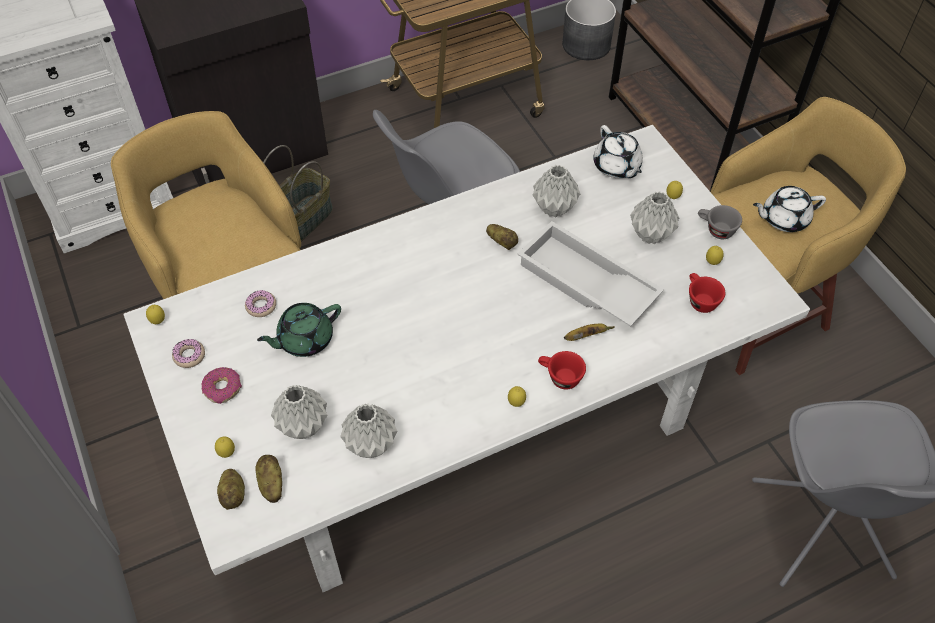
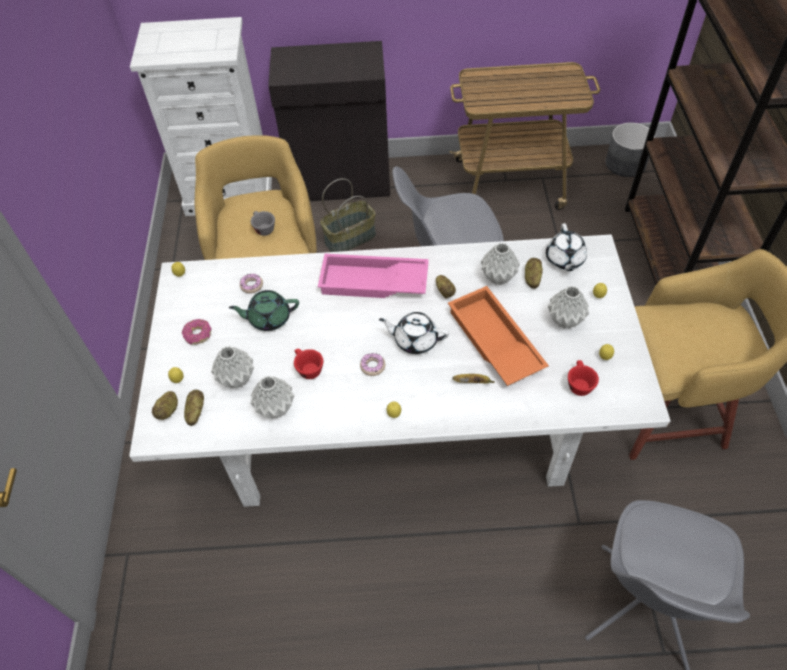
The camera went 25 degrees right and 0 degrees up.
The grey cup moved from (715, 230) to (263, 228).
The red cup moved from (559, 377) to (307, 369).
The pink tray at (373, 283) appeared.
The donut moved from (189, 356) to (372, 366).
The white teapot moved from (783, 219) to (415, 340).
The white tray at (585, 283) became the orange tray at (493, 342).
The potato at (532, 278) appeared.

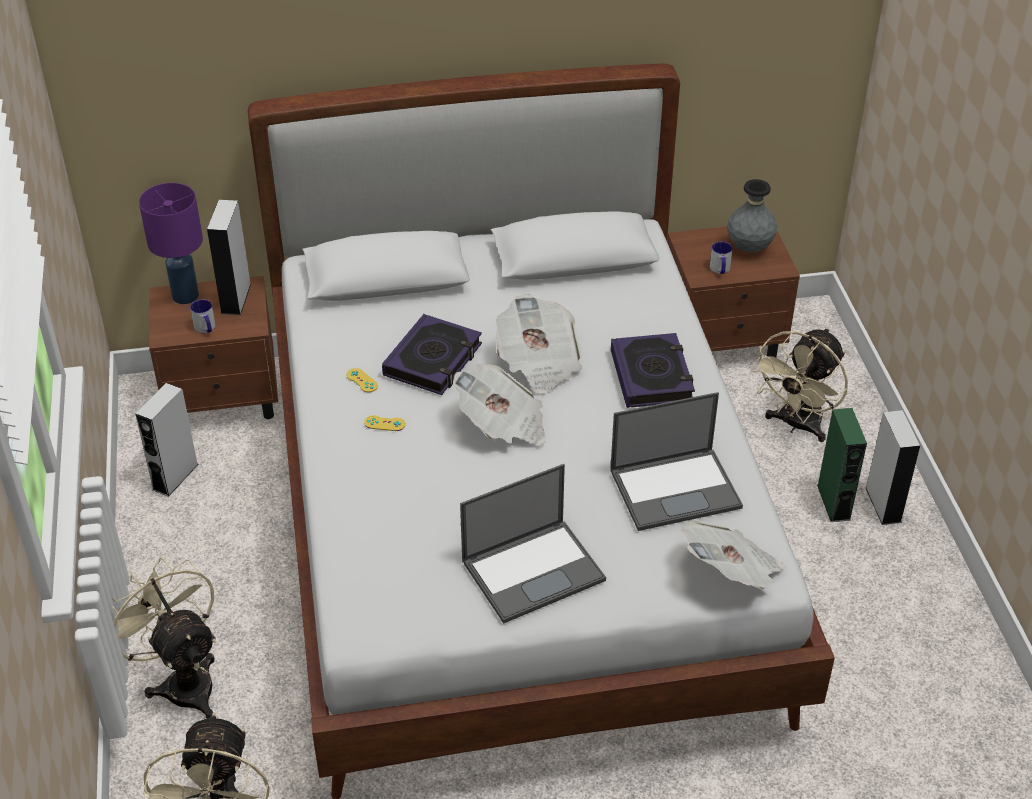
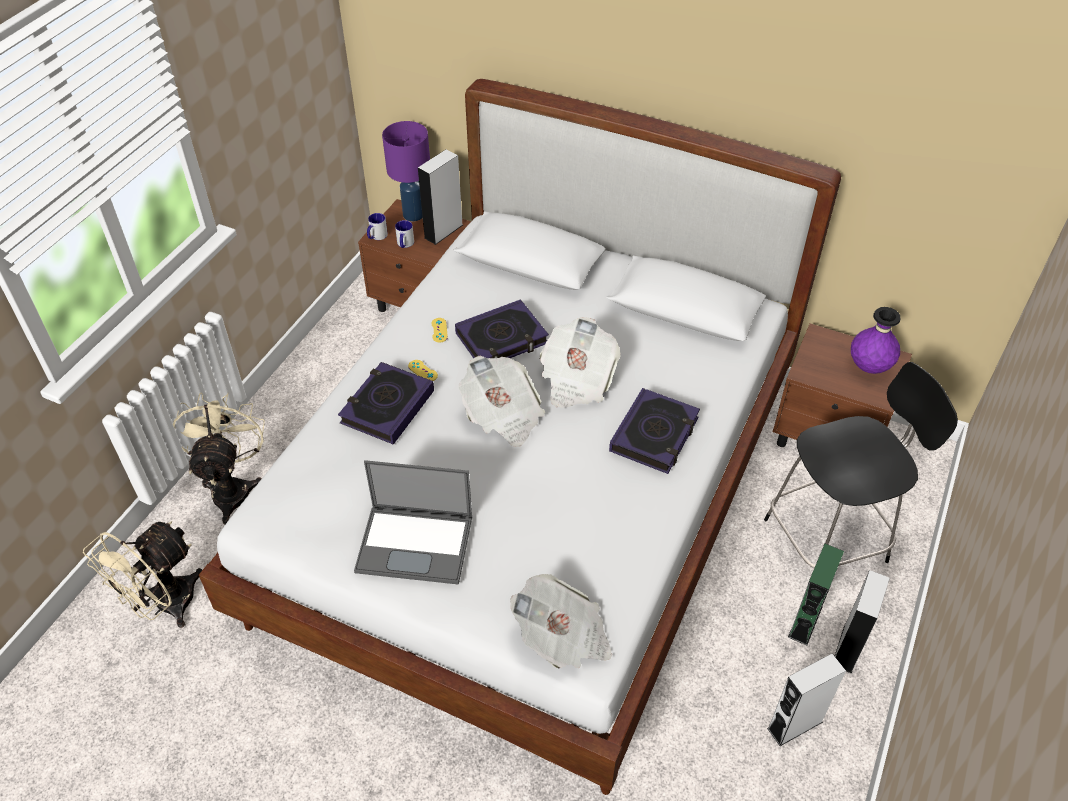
The camera went 35 degrees right and 5 degrees up.
The book at (387, 407) appeared.
The mug moved from (720, 270) to (376, 236).
The beige fan at (796, 425) was replaced by the black chair at (829, 539).
The grey speaker moved from (175, 477) to (794, 725).
The grey vase at (749, 248) became the purple vase at (869, 367).
The laptop at (676, 488) disappeared.

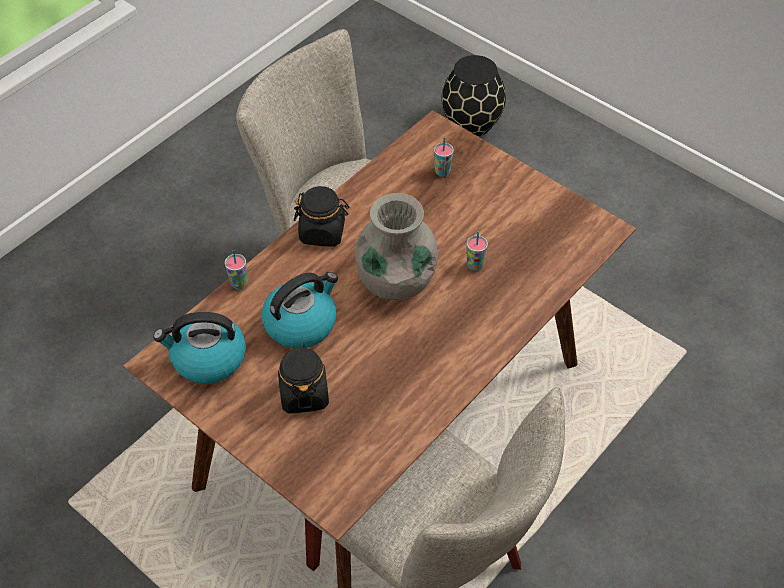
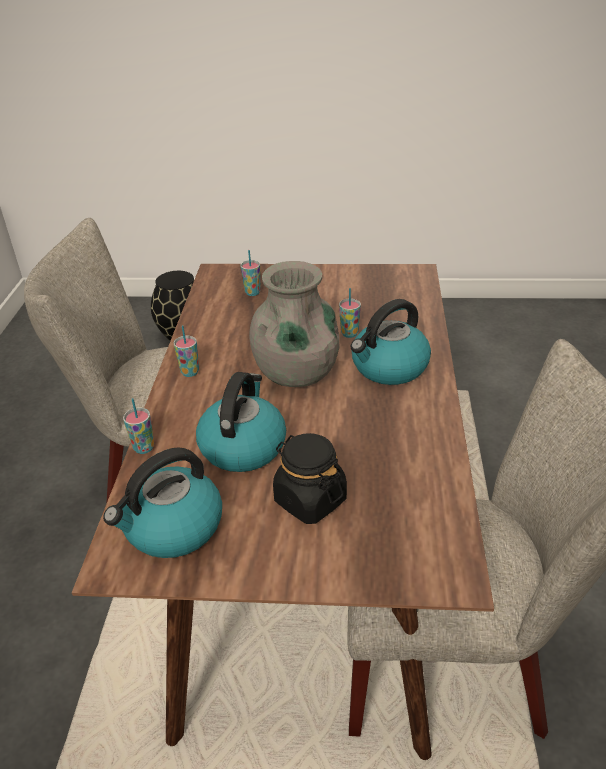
The camera went 35 degrees left and 15 degrees down.
The black jar at (322, 232) was replaced by the cup at (190, 372).
The kettle at (389, 367) appeared.

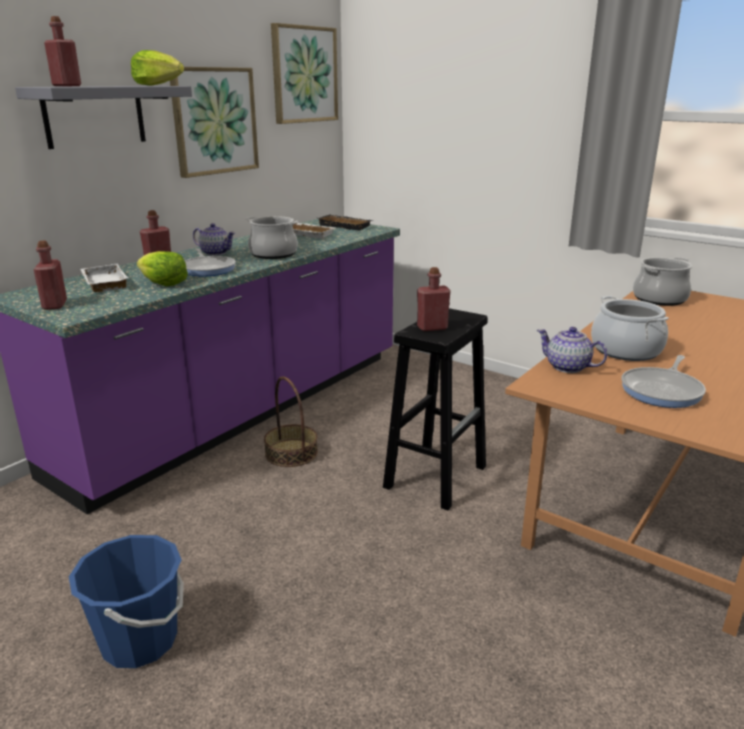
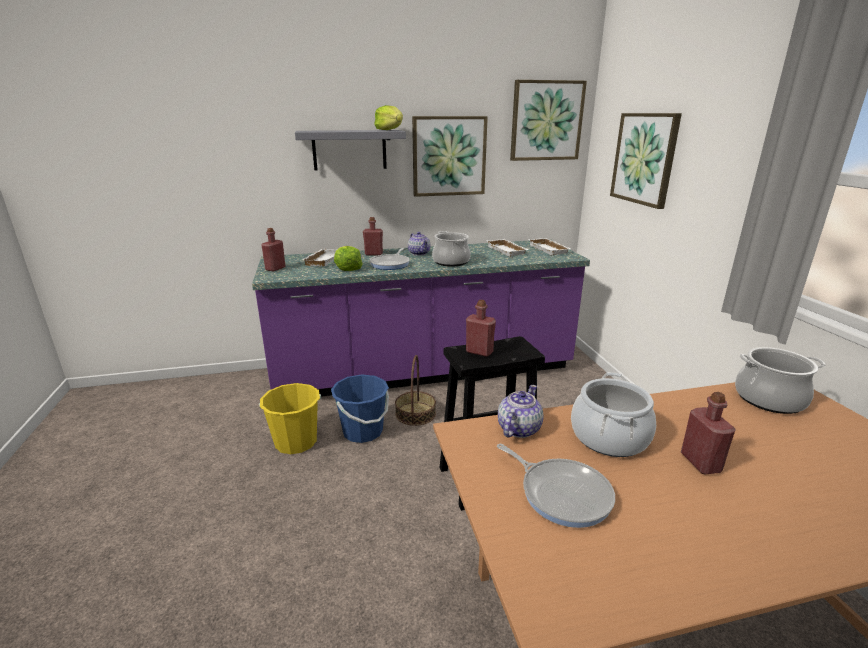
The camera went 40 degrees right and 0 degrees up.
The yellow bucket at (296, 442) appeared.
The blue bucket moved from (140, 641) to (363, 431).
The frying pan at (663, 390) turned 120 degrees counterclockwise.
The teapot at (568, 367) turned 45 degrees clockwise.
The black tray at (346, 226) became the white tray at (550, 249).
The picture at (644, 159) appeared.
The red bottle moved from (66, 86) to (700, 463).

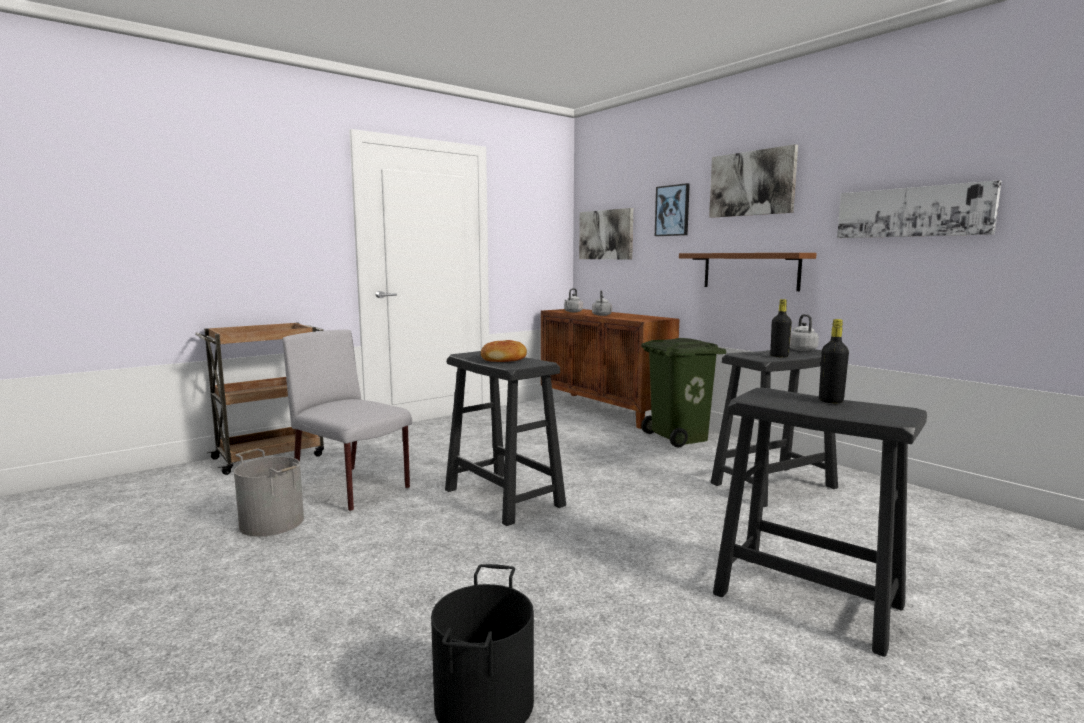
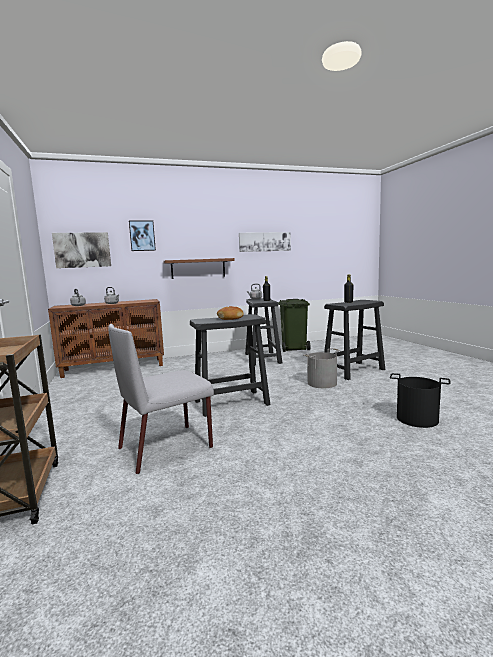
The camera went 70 degrees left and 0 degrees up.
The green trash can moved from (680, 437) to (294, 348).
The grey bucket moved from (273, 522) to (321, 383).
The picture at (752, 183) disappeared.

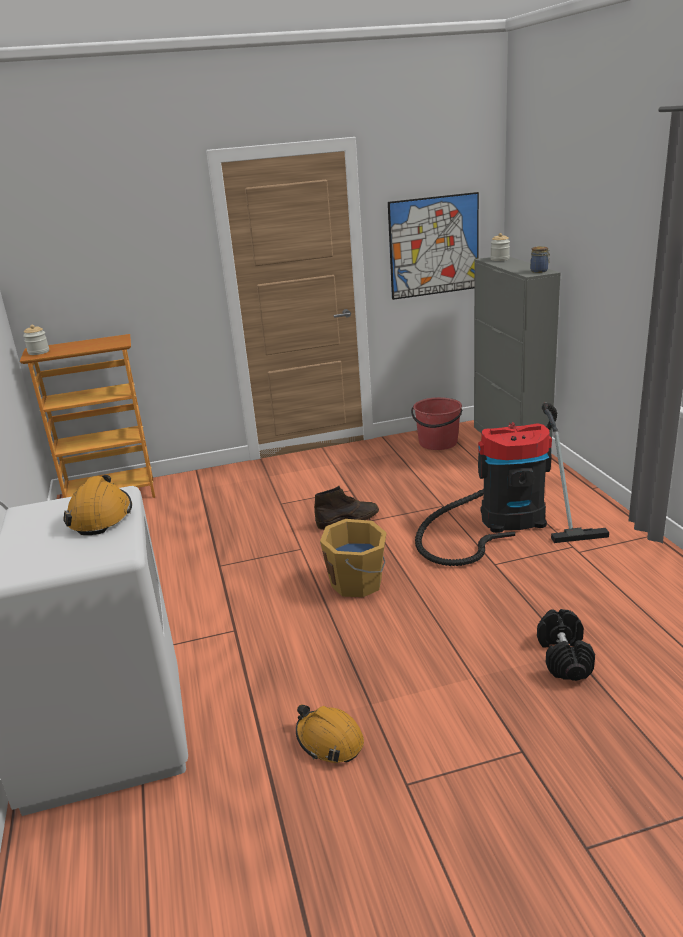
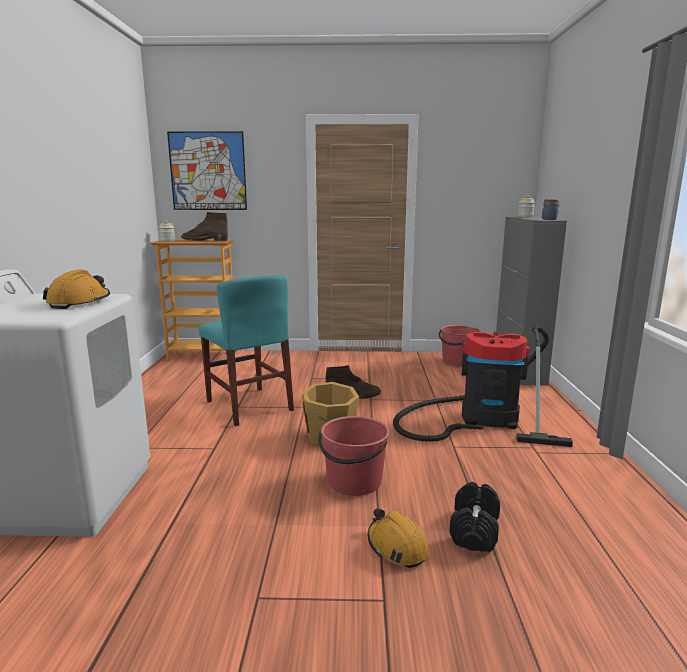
The camera went 15 degrees right and 10 degrees down.
The picture moved from (434, 246) to (208, 171).
The brown boot at (204, 240) appeared.
The turquoise chair at (249, 405) appeared.
The red bucket at (354, 482) appeared.
The orange hard hat moved from (329, 741) to (397, 546).

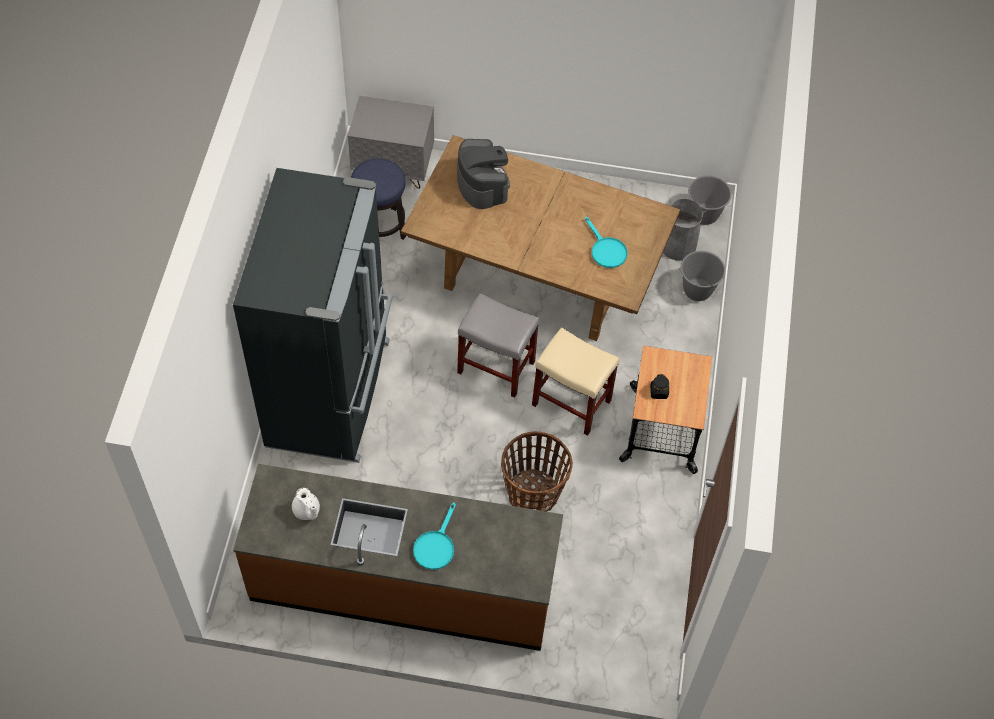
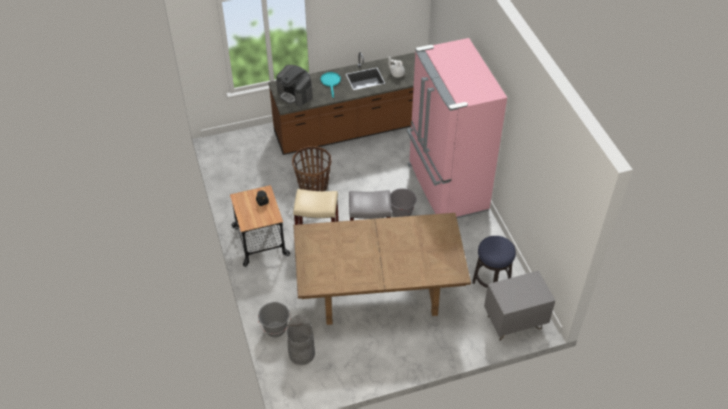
The camera went 155 degrees right and 10 degrees down.
The coffee machine moved from (482, 184) to (295, 94).
The grey bucket moved from (704, 214) to (401, 214).
The black fridge at (331, 392) became the pink fridge at (445, 188).
The turquoise frying pan at (606, 250) disappeared.

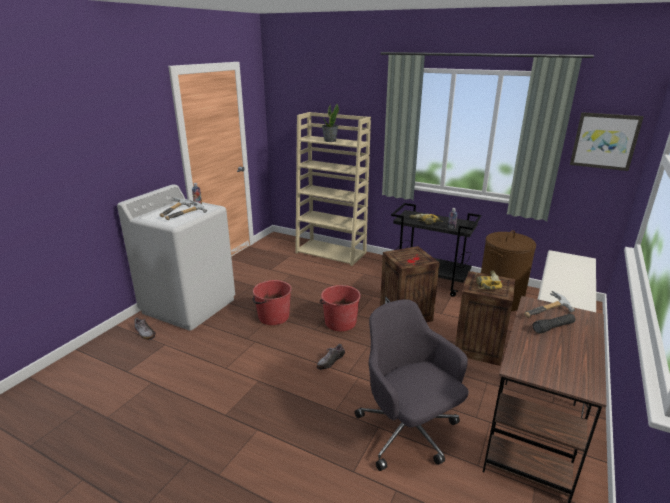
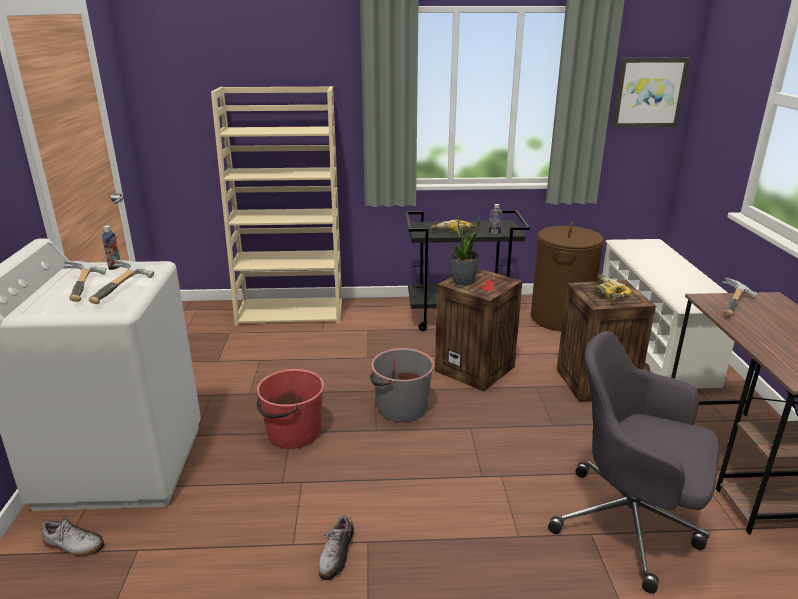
The camera went 30 degrees left and 0 degrees up.
The shoe moved from (330, 361) to (336, 555).
The red bucket at (340, 322) became the grey bucket at (401, 408).
The potted plant moved from (330, 141) to (463, 281).
The black flashlight at (553, 328) disappeared.

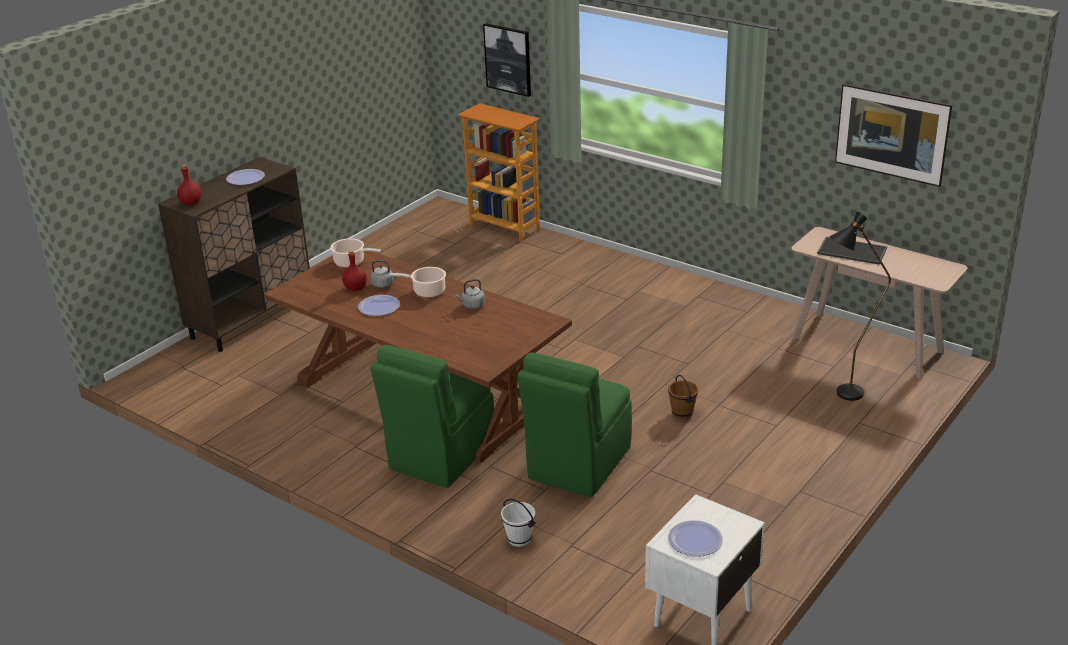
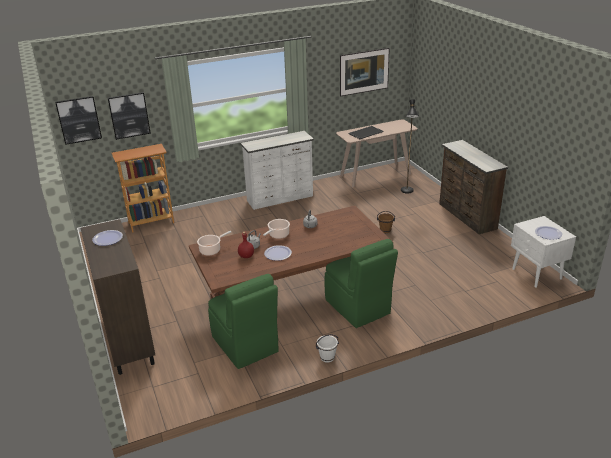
The camera went 60 degrees left and 0 degrees up.
The picture at (79, 119) appeared.
The green chair moved from (578, 464) to (245, 345).
The white dresser at (280, 198) appeared.
The white bucket moved from (519, 539) to (327, 357).
The brown dresser at (466, 216) appeared.
The red bottle at (190, 203) disappeared.

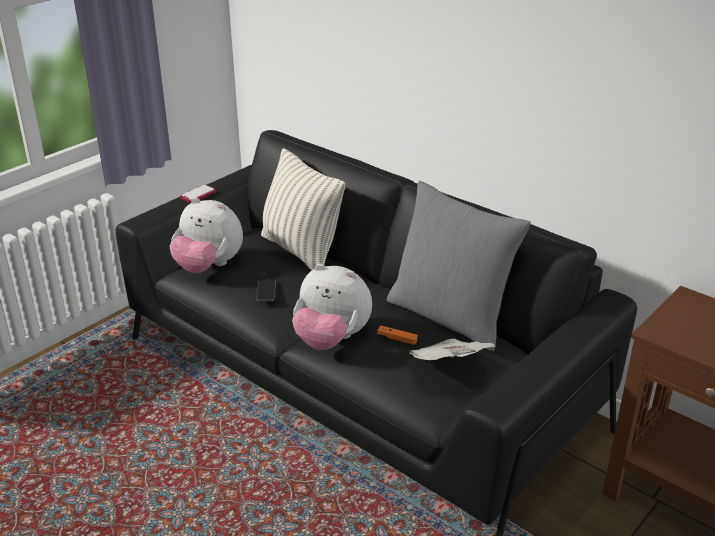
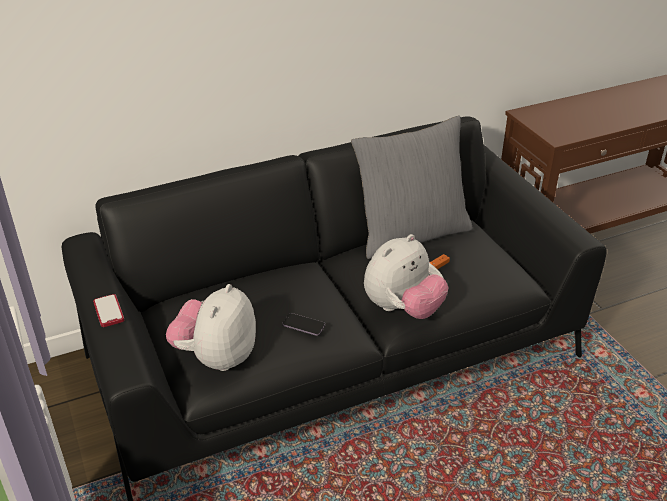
The camera went 65 degrees left and 5 degrees up.
The plush toy at (208, 266) turned 150 degrees clockwise.
The pillow at (301, 251) disappeared.
The newspaper at (449, 367) disappeared.

